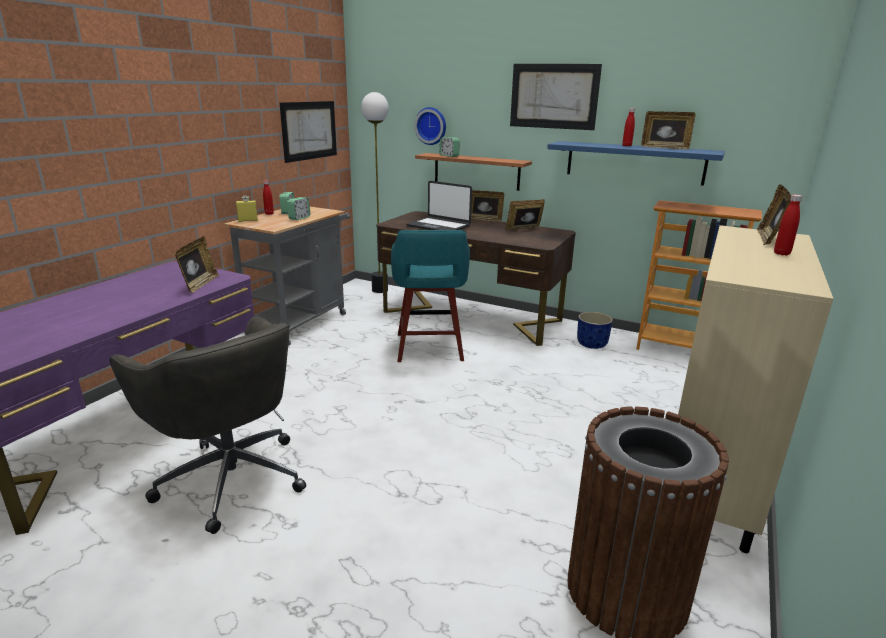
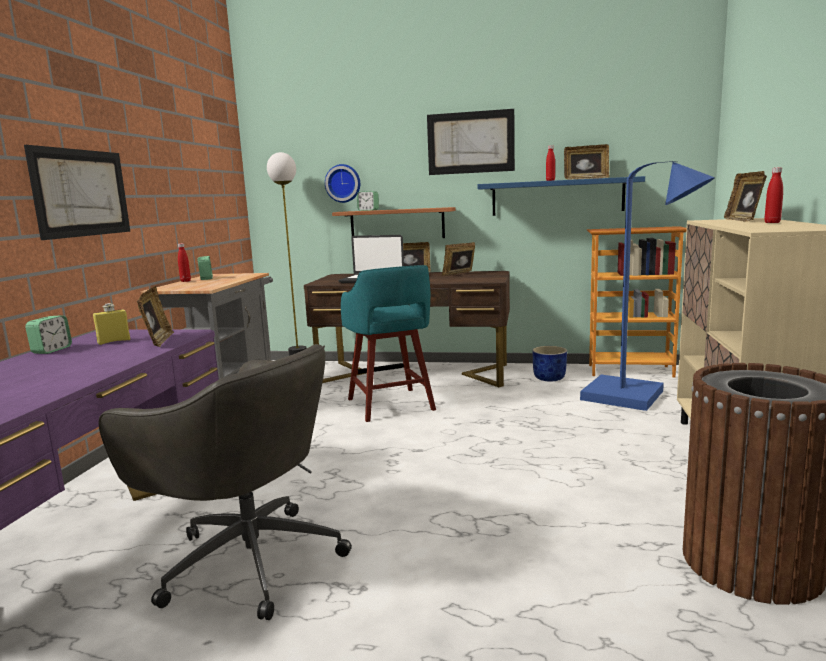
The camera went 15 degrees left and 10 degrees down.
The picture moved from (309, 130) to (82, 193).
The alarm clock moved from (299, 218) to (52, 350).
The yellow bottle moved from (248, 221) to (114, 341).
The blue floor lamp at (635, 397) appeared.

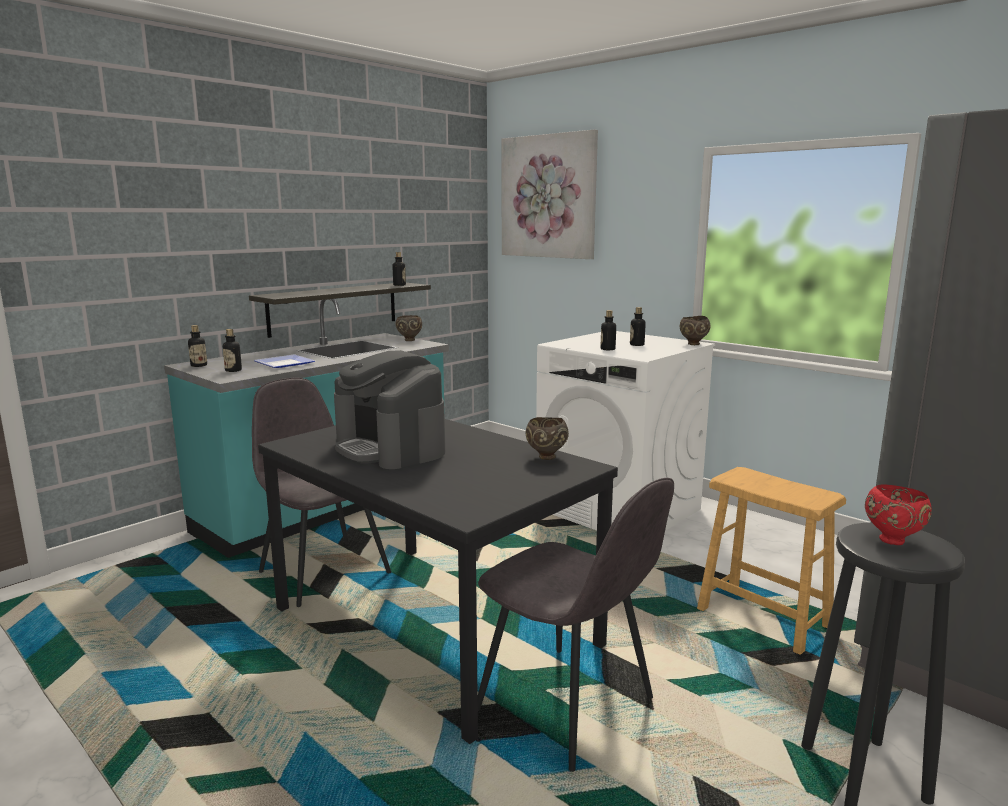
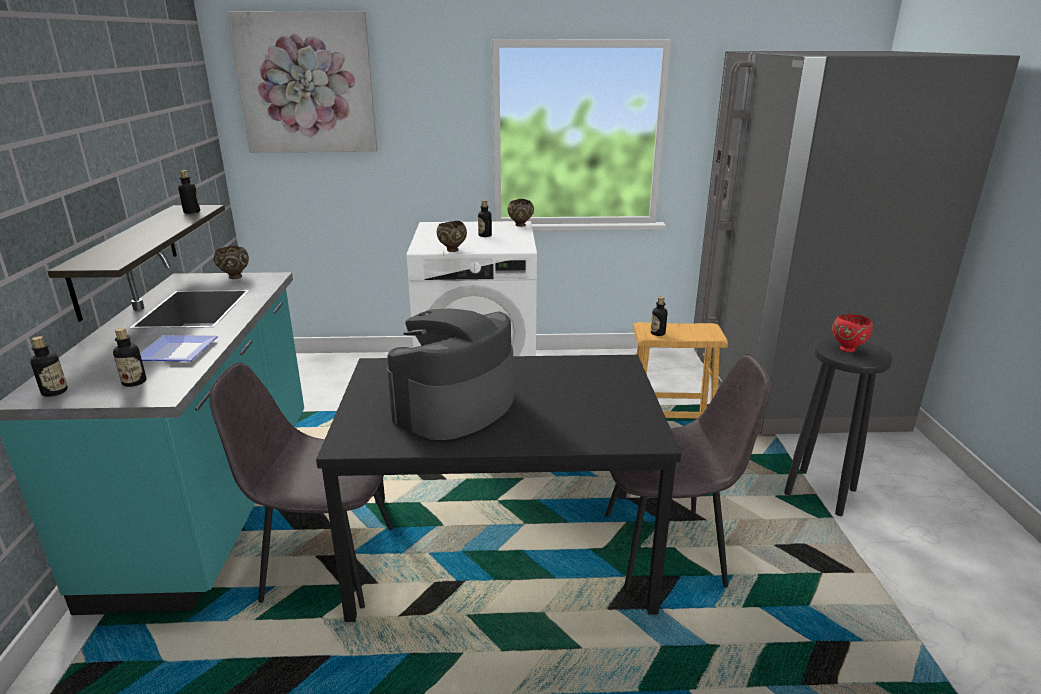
The camera went 45 degrees left and 10 degrees up.
The coffee machine at (390, 448) turned 120 degrees clockwise.
The brown bowl moved from (546, 457) to (452, 250).
The bottle moved from (607, 349) to (657, 333).

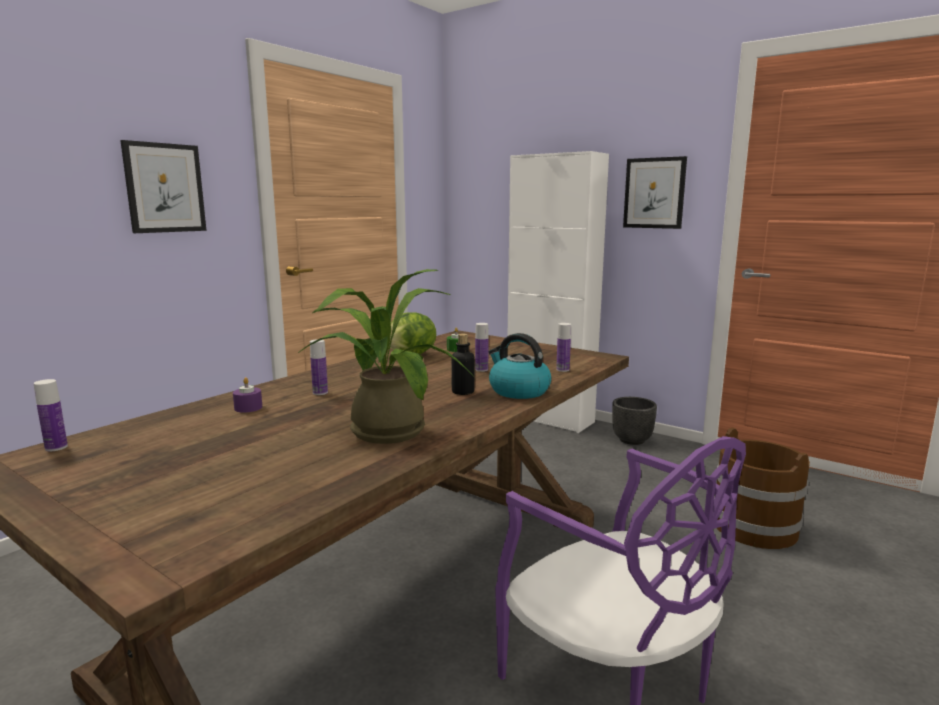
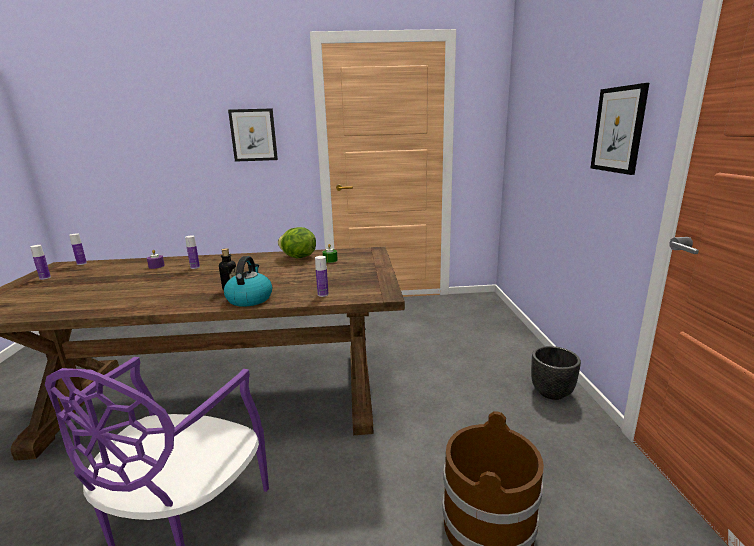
The camera went 50 degrees right and 5 degrees up.
The bottle moved from (481, 369) to (45, 278).
The potted plant at (383, 429) disappeared.
The white cabinet at (549, 419) disappeared.

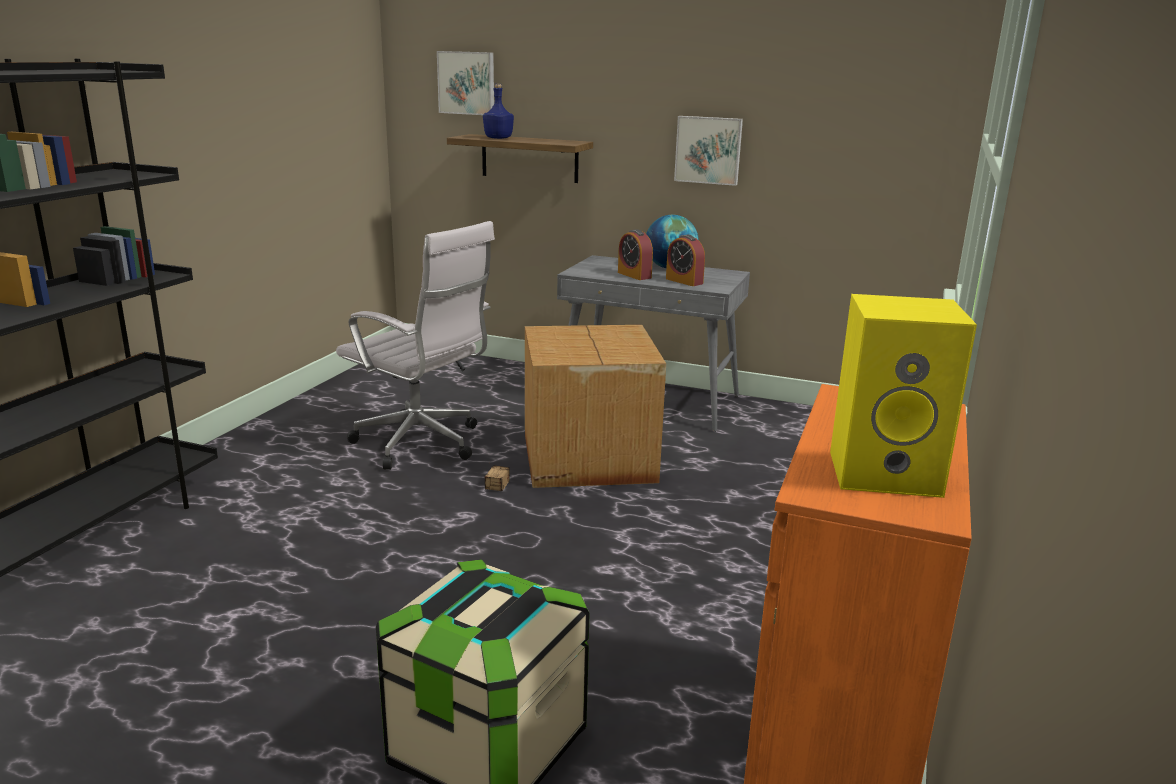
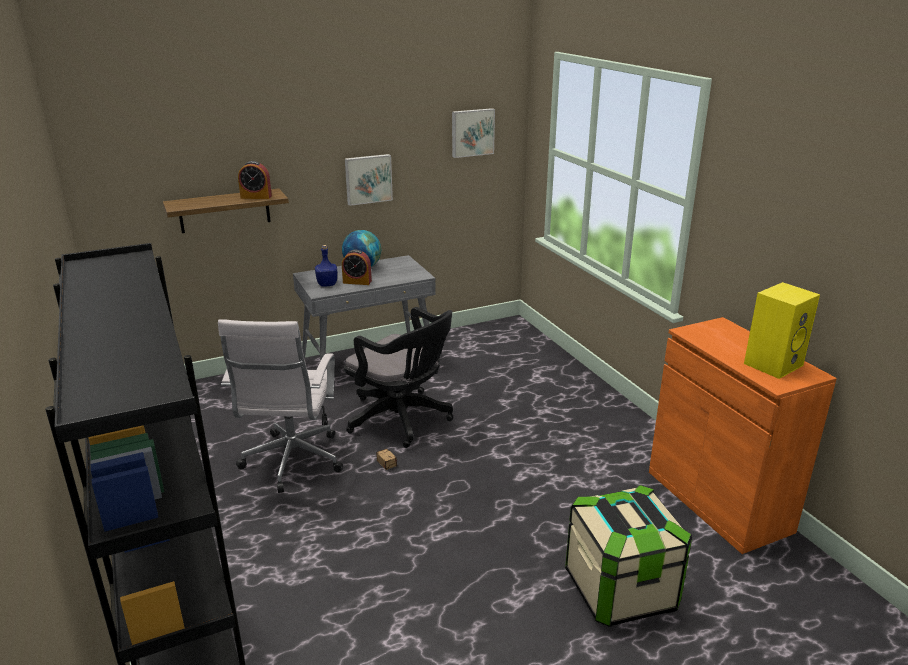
The camera went 45 degrees left and 5 degrees up.
The white office chair at (422, 444) turned 105 degrees clockwise.
The alarm clock moved from (684, 281) to (256, 197).
The blue bottle moved from (498, 138) to (327, 284).
The cardboard box at (586, 458) was replaced by the black office chair at (403, 420).
The picture moved from (467, 83) to (472, 132).

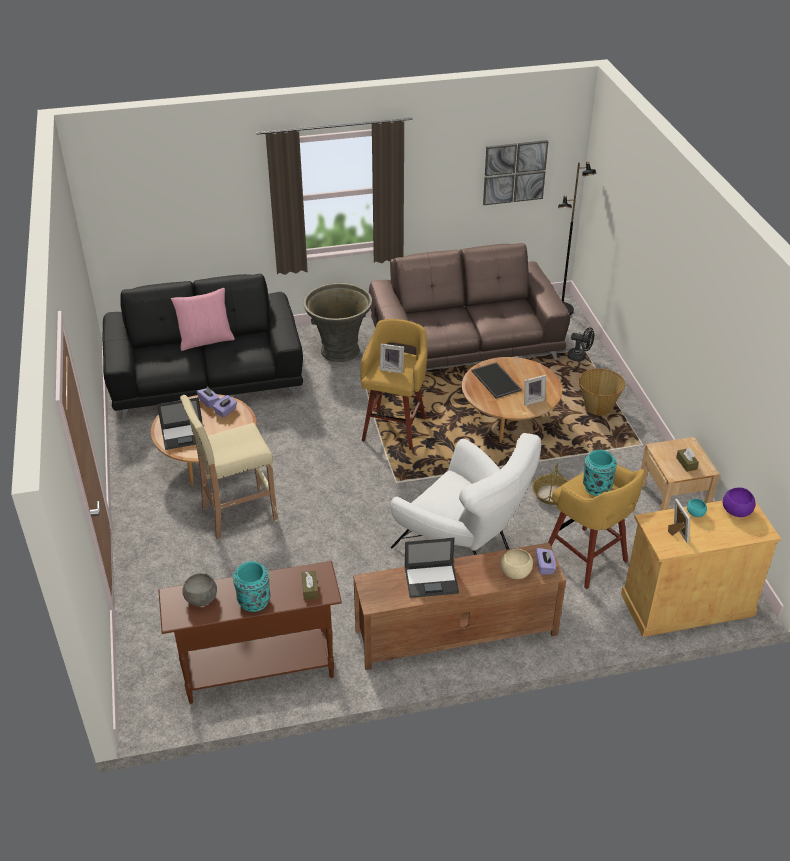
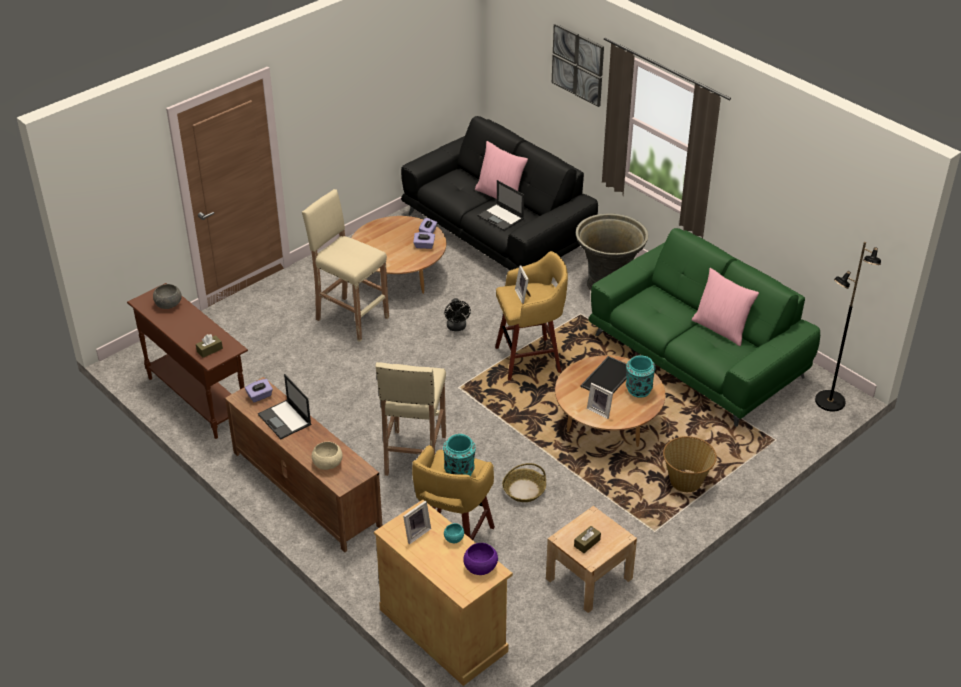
The camera went 60 degrees right and 0 degrees up.
The purple tissue box moved from (545, 567) to (260, 396).
The white armchair at (464, 543) was replaced by the beige stool at (414, 456).
The black fan moved from (579, 357) to (457, 327).
The laptop moved from (184, 435) to (501, 217).
The picture moved from (514, 172) to (578, 64).
The brown sofa at (465, 344) became the green sofa at (697, 356).
The turquoise vase moved from (254, 602) to (638, 390).
The pink pillow at (721, 328) appeared.

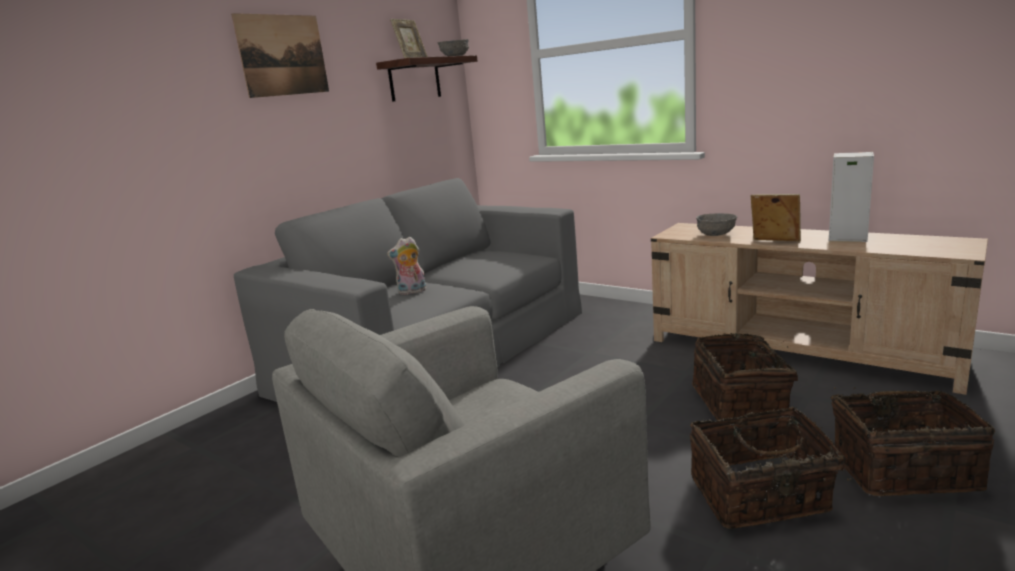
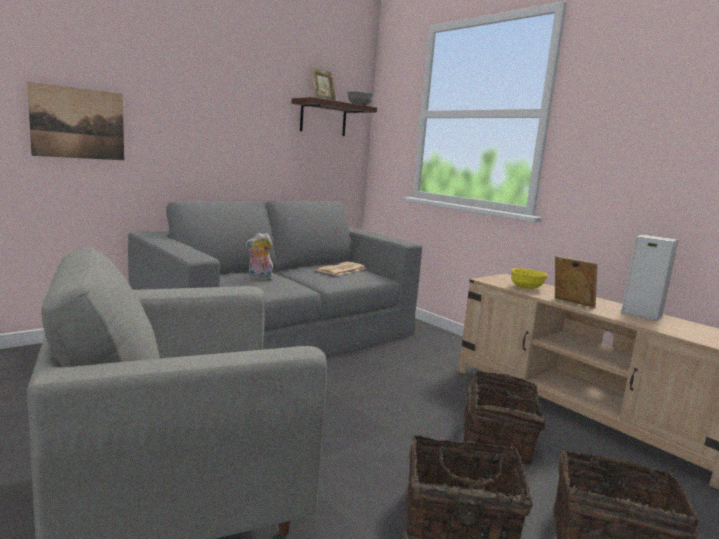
The camera went 10 degrees right and 5 degrees down.
The picture moved from (283, 55) to (78, 123).
The newspaper at (341, 269) appeared.
The grey bowl at (715, 235) became the yellow bowl at (526, 288).

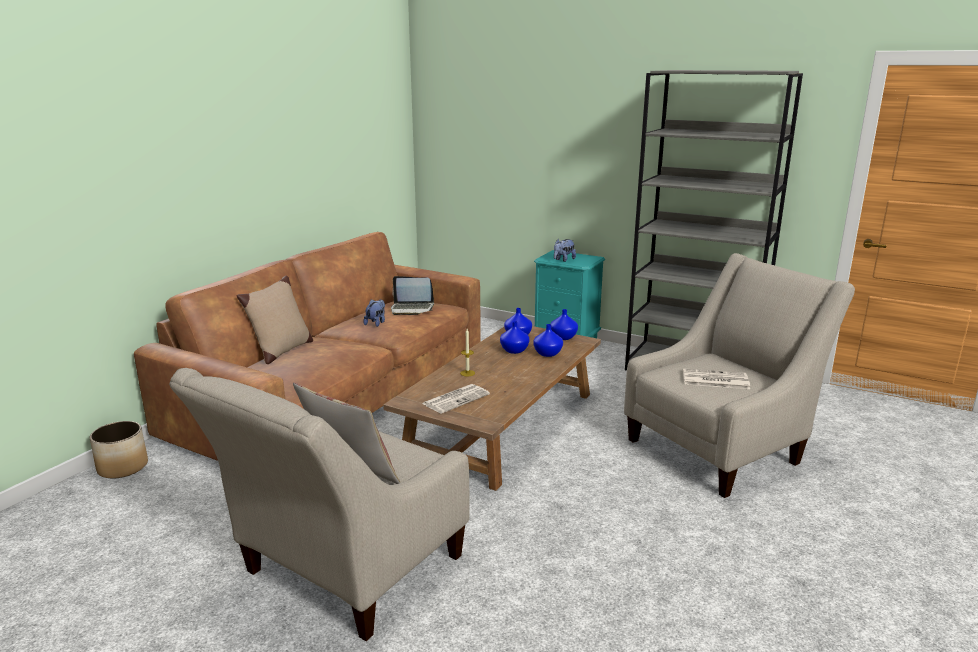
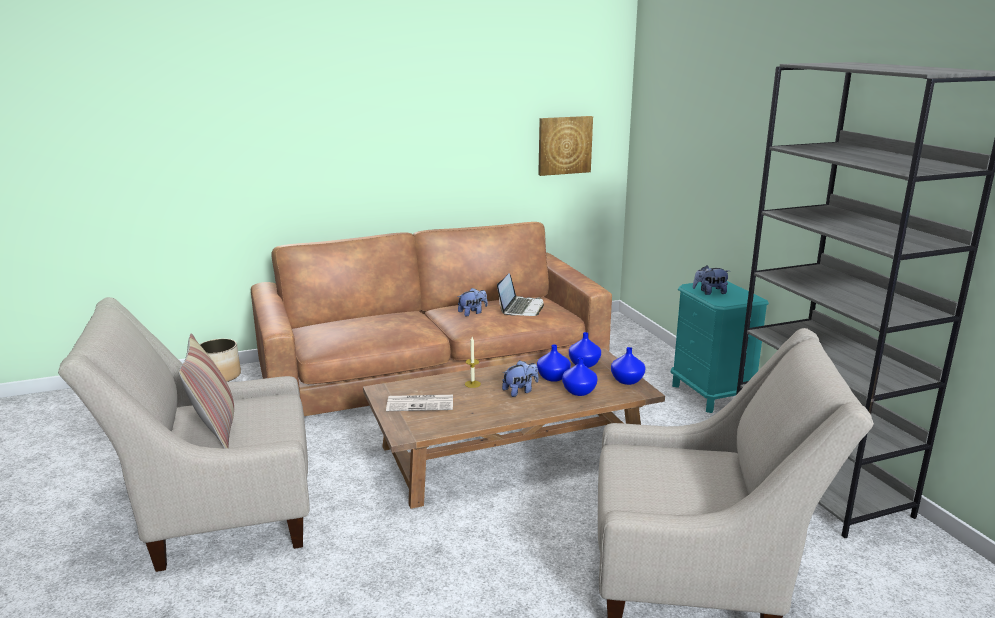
The camera went 40 degrees right and 0 degrees up.
The laptop at (412, 309) turned 120 degrees counterclockwise.
The plush toy at (520, 391) appeared.
The picture at (564, 145) appeared.
The beige pillow at (281, 351) disappeared.
The newspaper at (714, 380) disappeared.

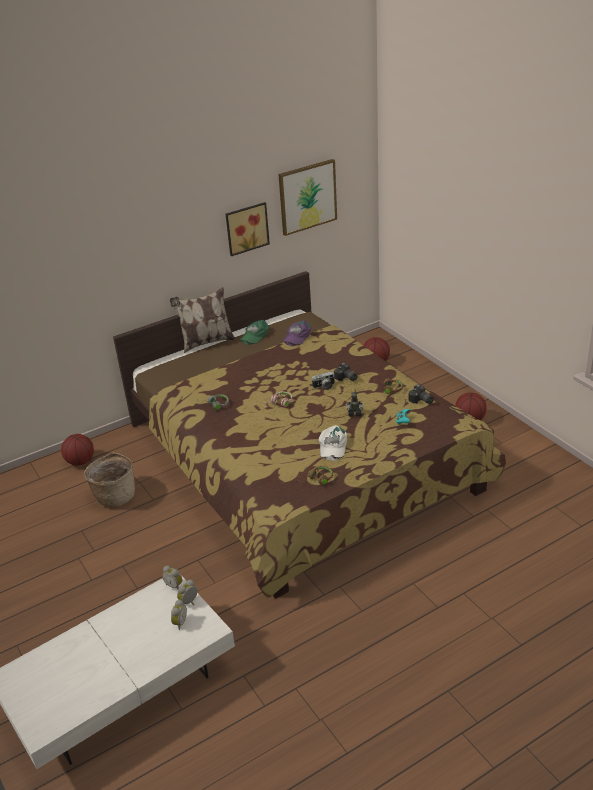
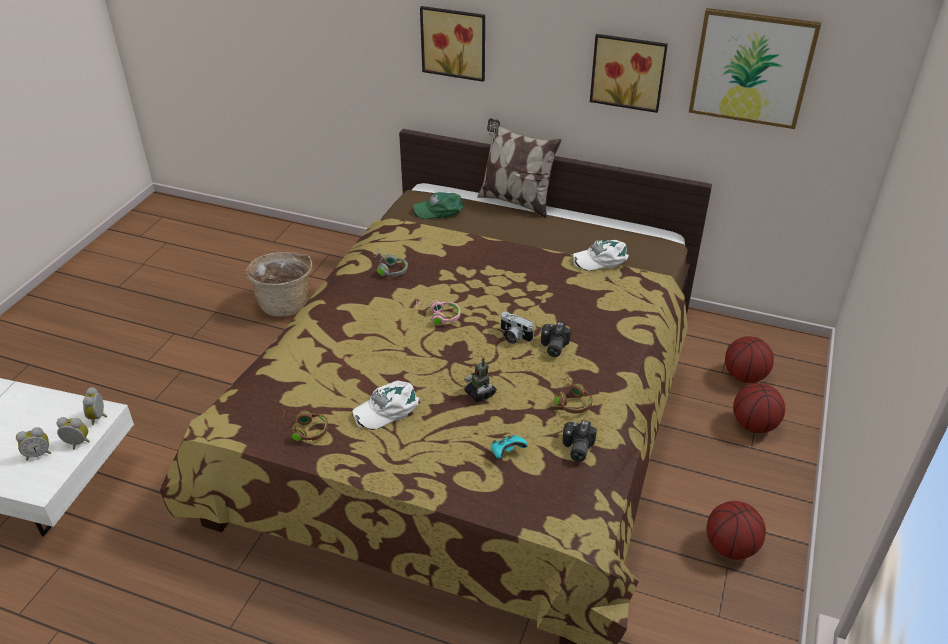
The camera went 50 degrees right and 5 degrees up.
The green cap moved from (255, 335) to (439, 210).
The picture at (454, 42) appeared.
The purple cap at (297, 336) became the white cap at (601, 259).
The basketball moved from (80, 462) to (753, 425).

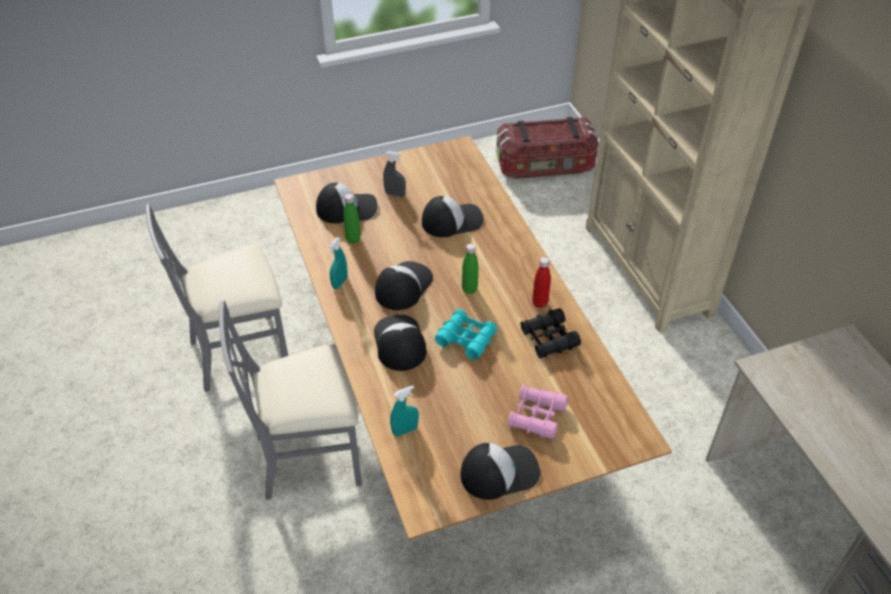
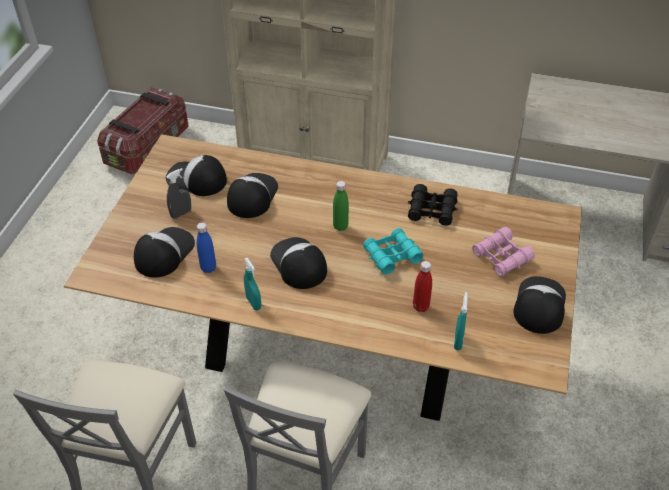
The camera went 55 degrees left and 0 degrees up.
The cap moved from (399, 343) to (196, 179).
The green bottle at (353, 239) became the blue bottle at (208, 268).
The red bottle moved from (539, 303) to (420, 306).

